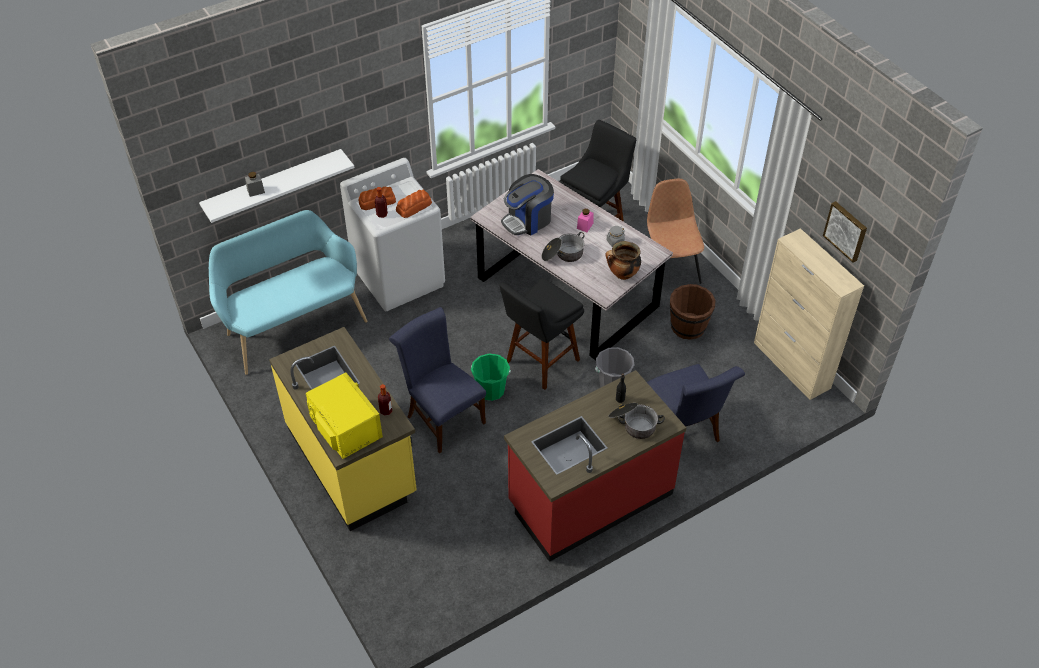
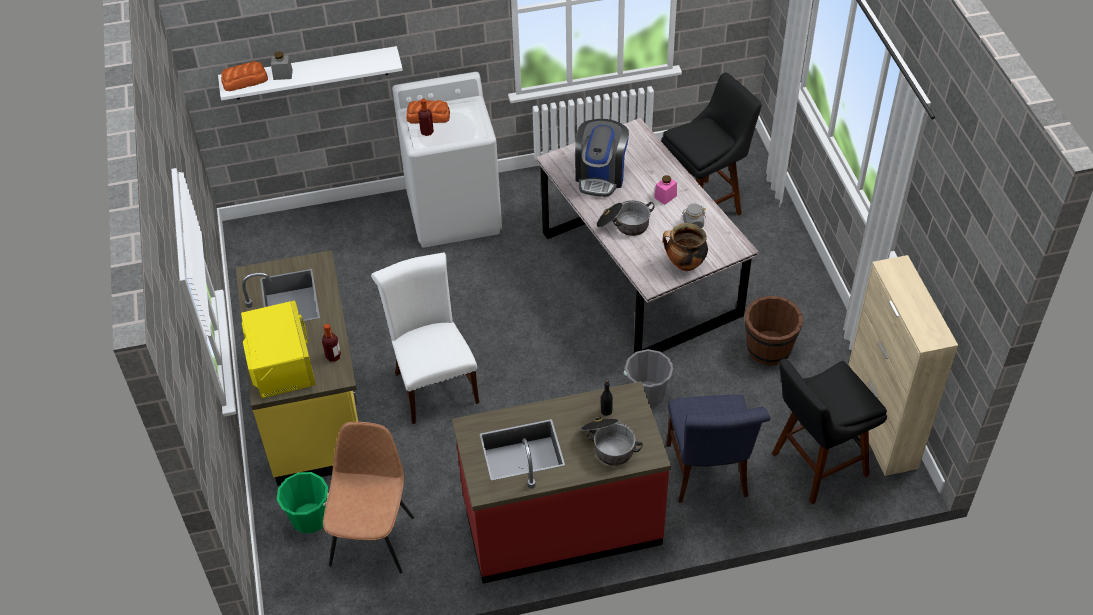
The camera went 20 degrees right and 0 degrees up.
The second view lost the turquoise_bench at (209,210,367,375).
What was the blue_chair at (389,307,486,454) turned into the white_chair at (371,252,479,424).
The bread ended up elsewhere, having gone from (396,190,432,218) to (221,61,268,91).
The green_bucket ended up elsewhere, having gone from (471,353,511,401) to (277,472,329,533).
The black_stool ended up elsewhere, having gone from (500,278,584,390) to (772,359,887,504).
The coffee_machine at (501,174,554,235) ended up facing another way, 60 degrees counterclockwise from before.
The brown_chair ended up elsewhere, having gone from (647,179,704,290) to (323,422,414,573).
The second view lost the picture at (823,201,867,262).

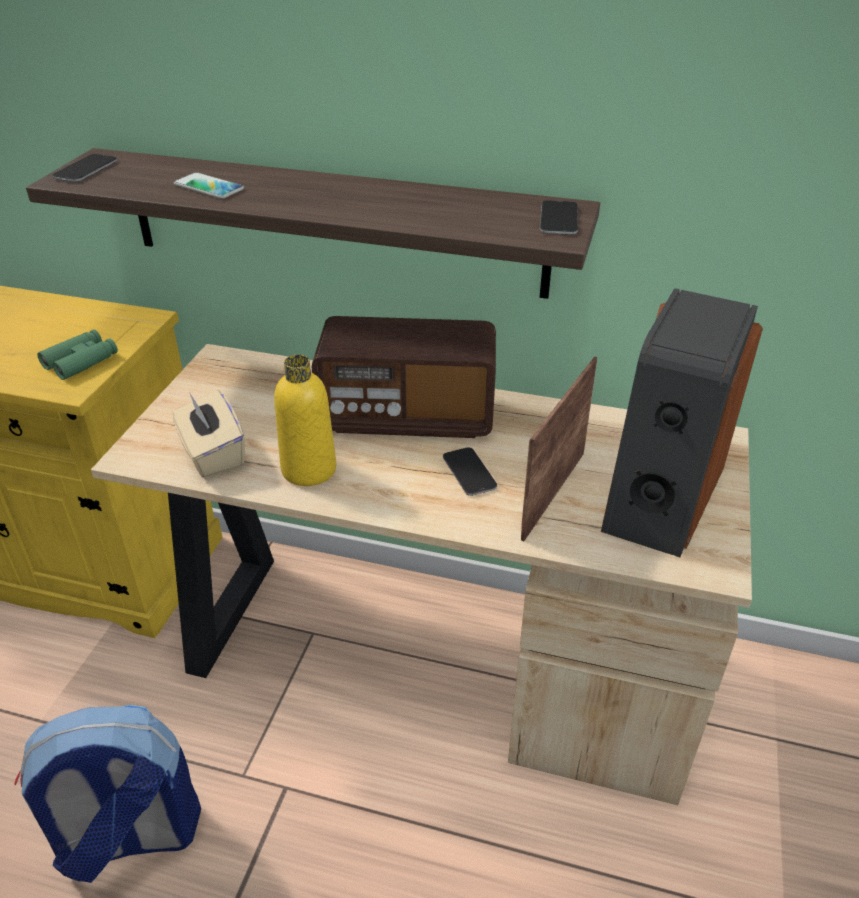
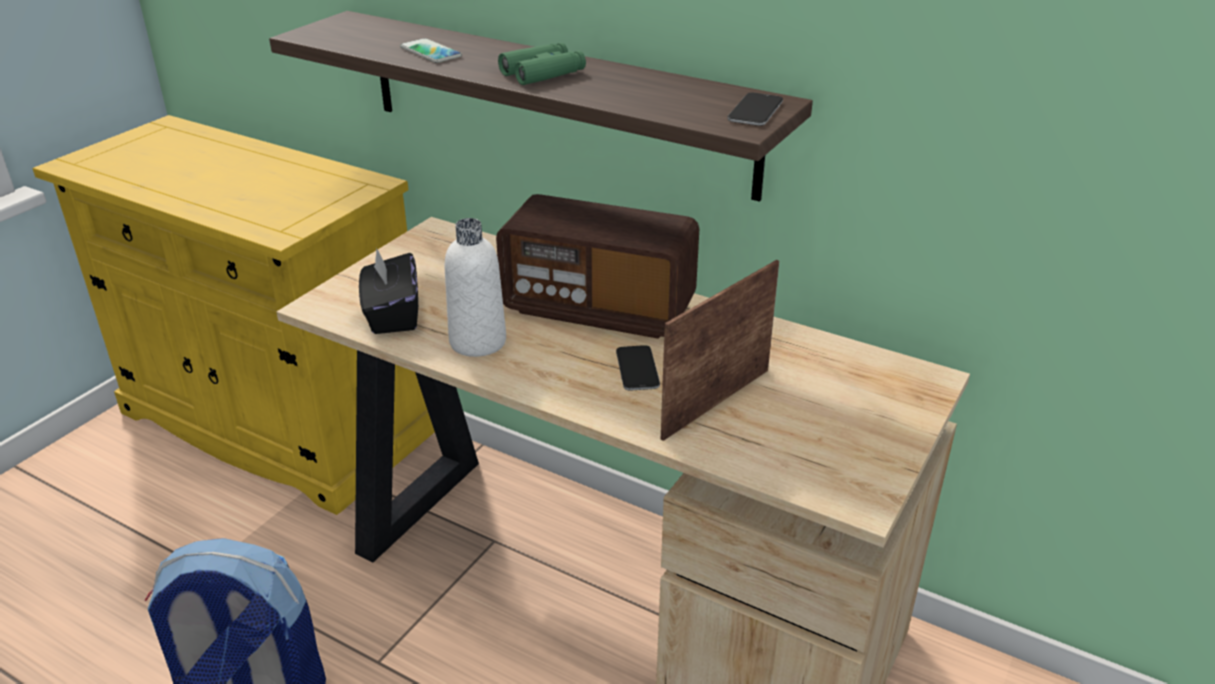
The camera went 15 degrees right and 5 degrees down.
The green_binoculars ended up elsewhere, having gone from (37,330,118,380) to (498,42,586,85).
The second view lost the phone at (52,154,117,182).
What was the beige_tissue_box at (172,390,245,478) turned into the black_tissue_box at (359,248,418,334).
What was the yellow_bottle at (274,355,336,486) turned into the white_bottle at (444,218,506,357).
The second view lost the speaker at (601,288,763,557).

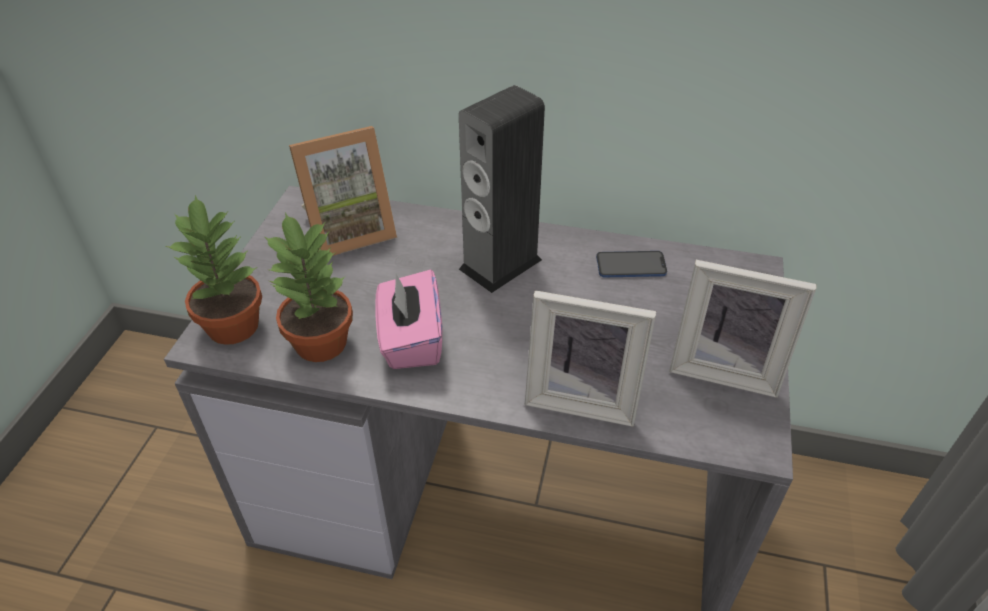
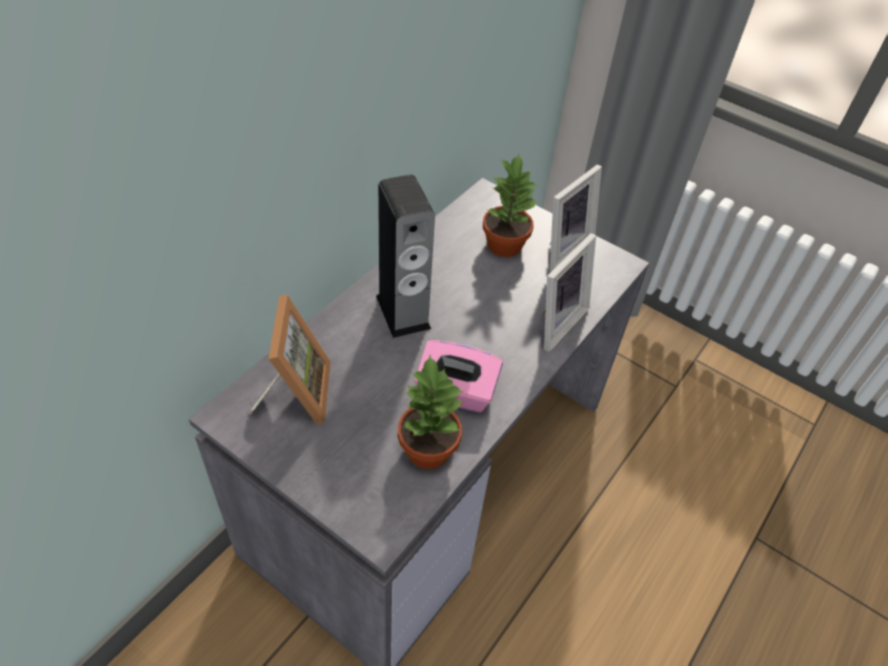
The camera went 70 degrees left and 5 degrees up.
The potted_plant ended up elsewhere, having gone from (166,195,262,345) to (483,155,538,257).
The second view lost the phone at (596,251,667,277).

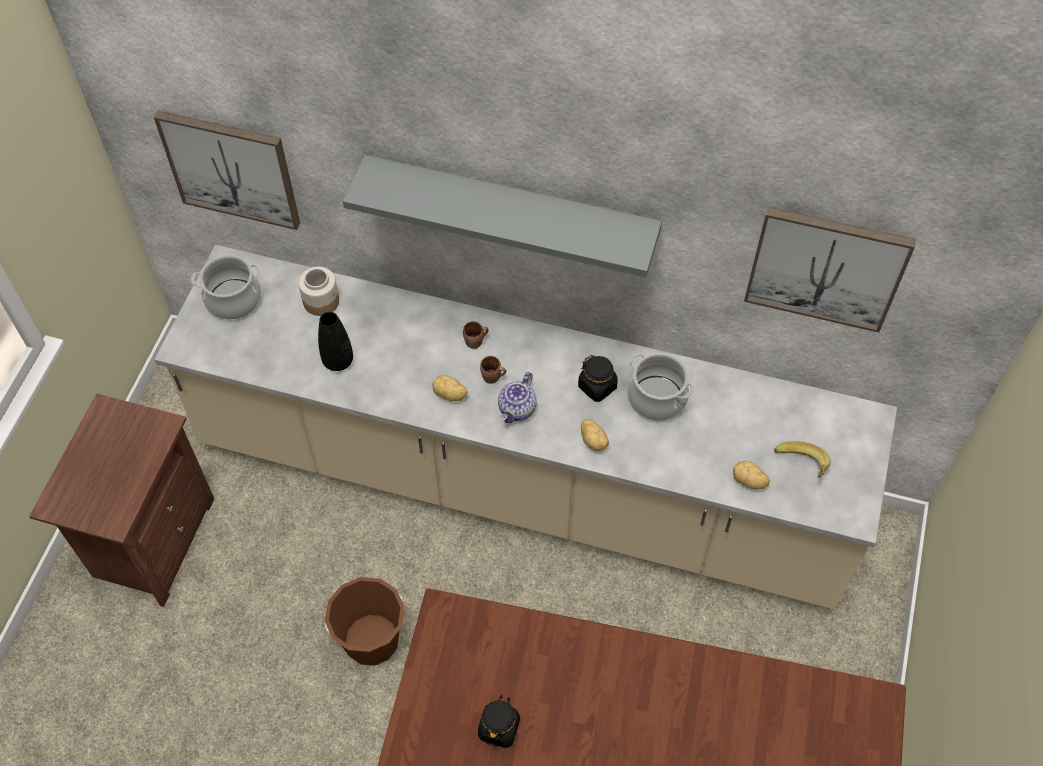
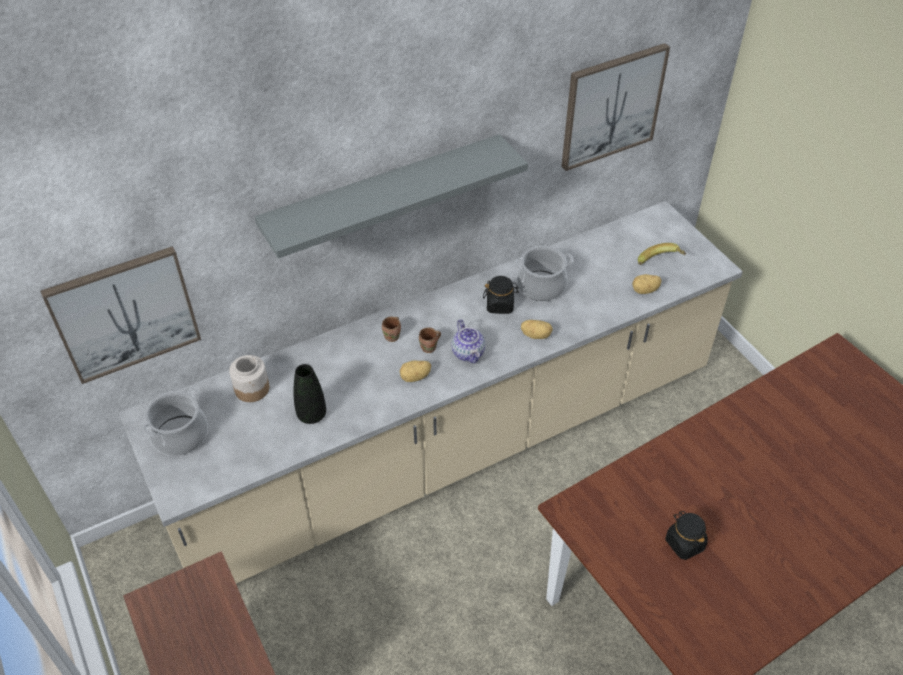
The camera went 45 degrees left and 10 degrees down.
The second view lost the brown_bucket at (324,577,405,666).

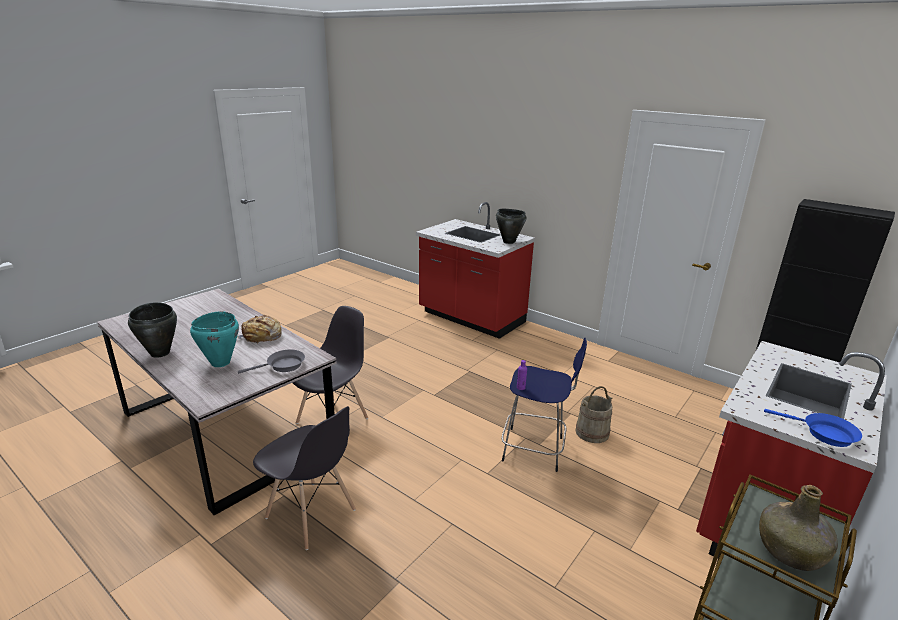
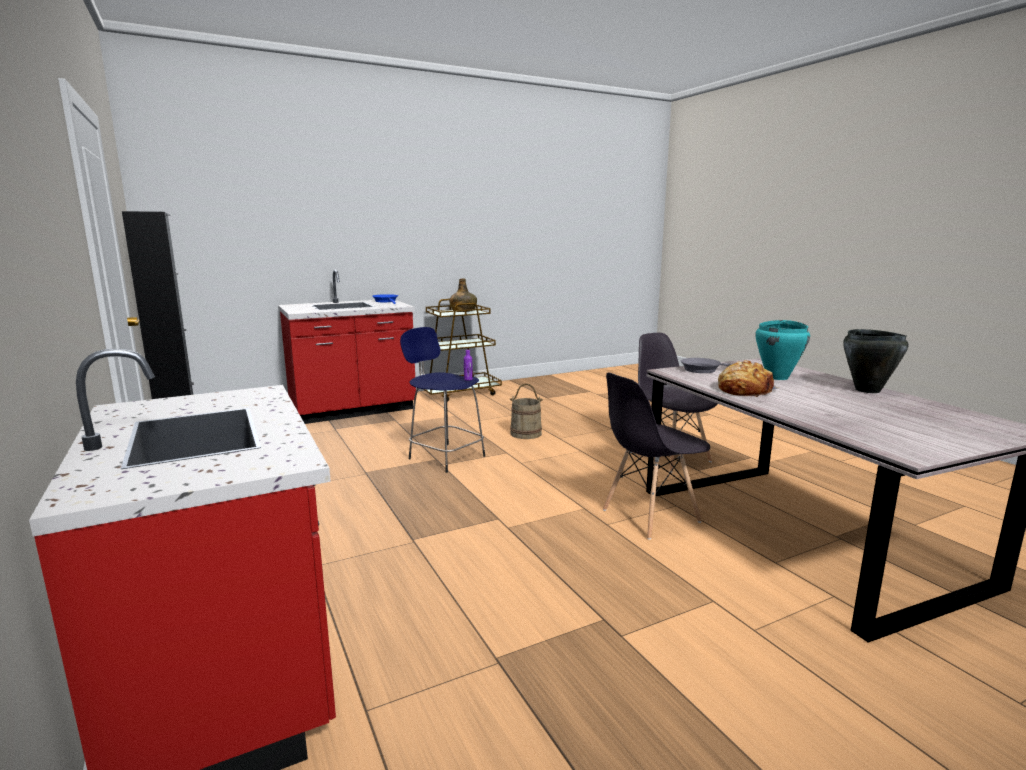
The camera went 155 degrees left and 10 degrees down.
The second view lost the black_cooking_pot at (496,209,526,244).
The beige_bucket ended up elsewhere, having gone from (575,386,613,443) to (510,383,543,439).

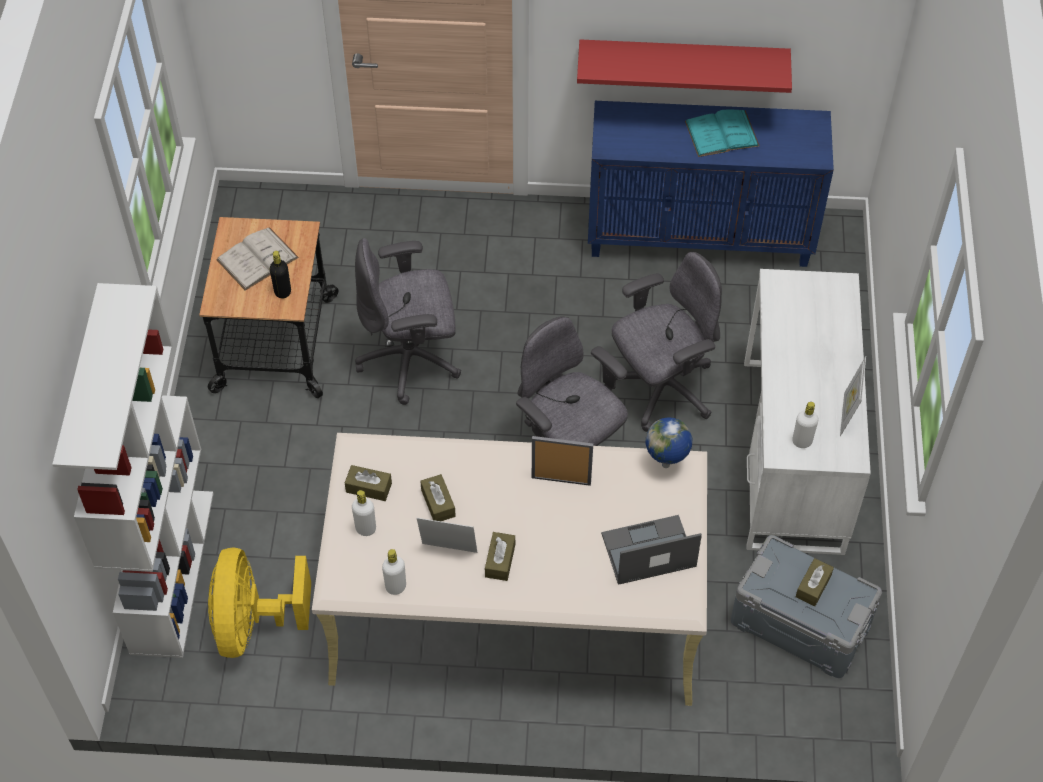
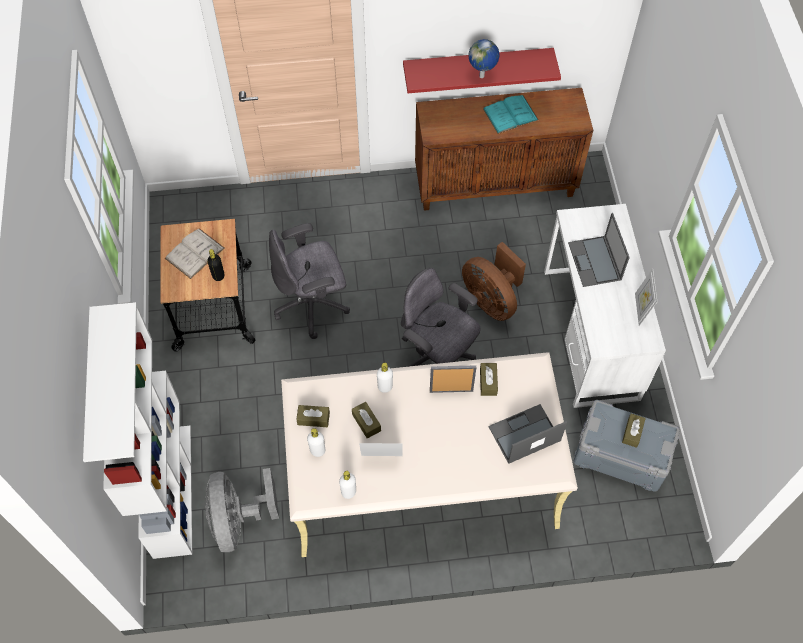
The camera went 10 degrees left and 5 degrees up.
What was the yellow_fan at (208,548,311,658) turned into the grey_fan at (205,468,279,552).
The brown_tissue_box ended up elsewhere, having gone from (485,532,515,581) to (480,363,498,396).
What was the blue_cabinet at (588,101,834,267) turned into the brown_cabinet at (415,88,593,211).
Where the grey_office_chair stood at (612,252,722,432), the brown_fan came to stand at (462,242,526,321).
The globe ended up elsewhere, having gone from (646,417,692,468) to (468,39,500,78).
The white_bottle ended up elsewhere, having gone from (792,402,819,448) to (377,363,393,393).
The second view gained the laptop at (568,213,630,287).

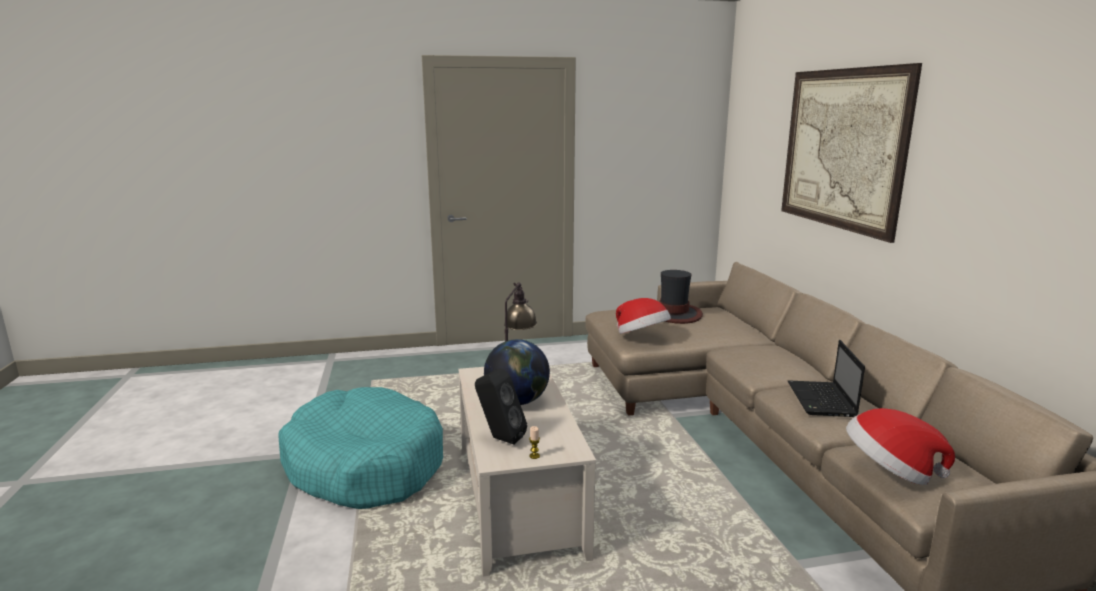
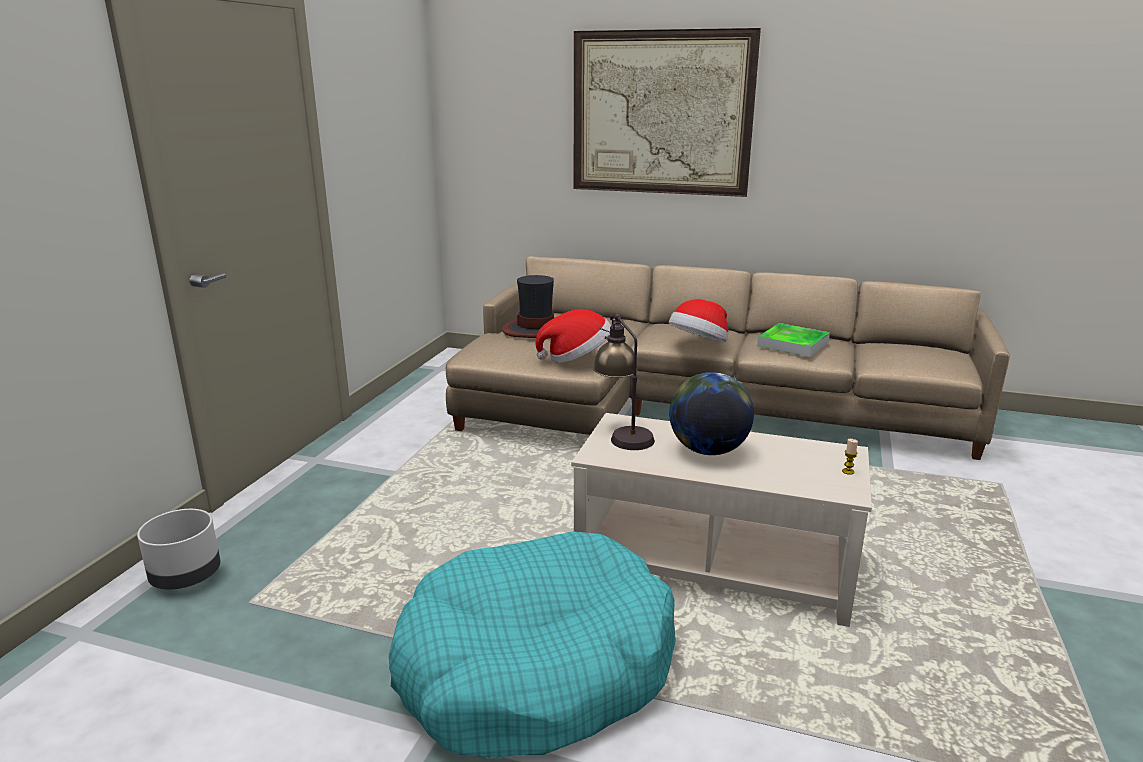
The camera went 60 degrees left and 5 degrees up.
The second view lost the black_speaker at (475,368,527,444).
Where the laptop stood at (788,340,865,417), the tray came to stand at (757,323,830,357).
The hat ended up elsewhere, having gone from (846,408,955,485) to (669,299,728,342).
The second view gained the grey_planter at (137,509,221,590).

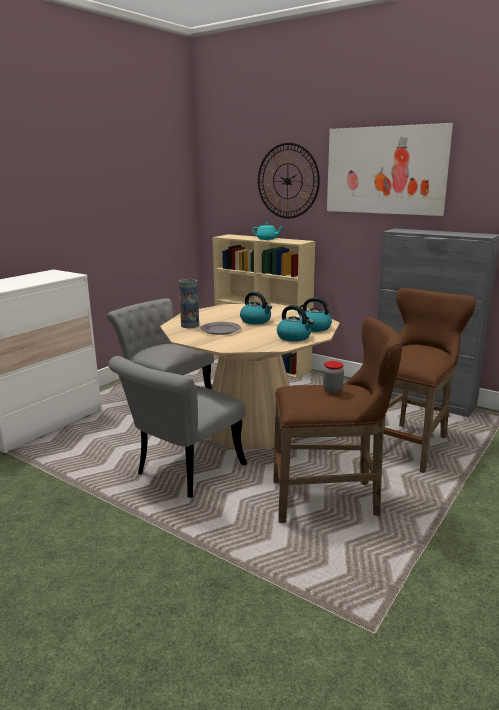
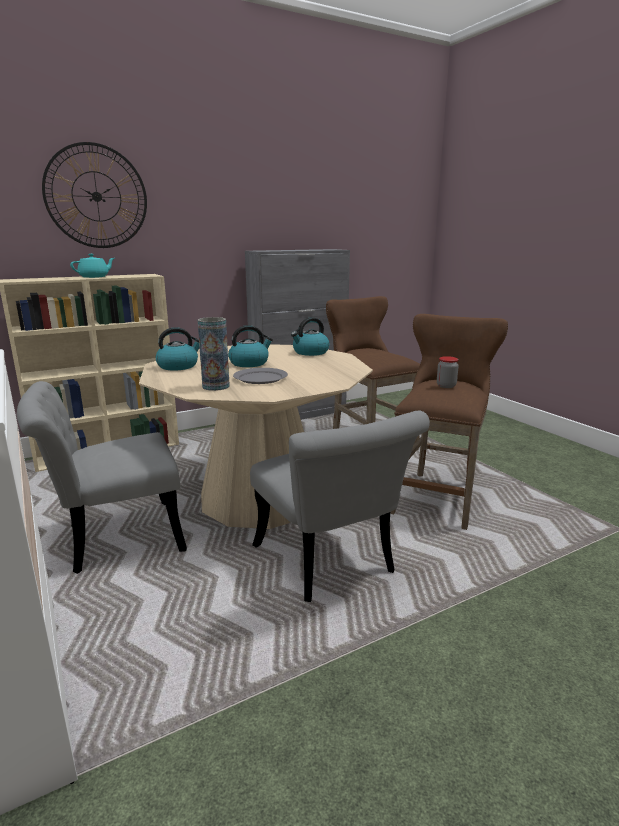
The camera went 65 degrees left and 0 degrees up.
The kettle ended up elsewhere, having gone from (277,305,314,342) to (156,327,199,371).
The second view lost the picture at (327,123,453,216).

